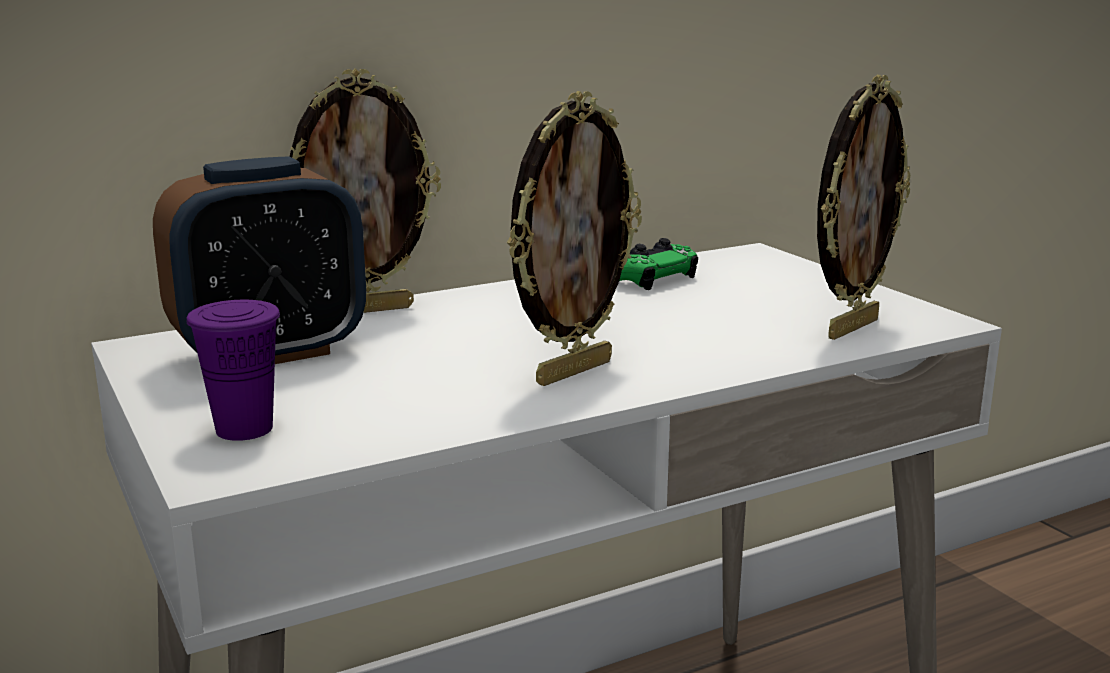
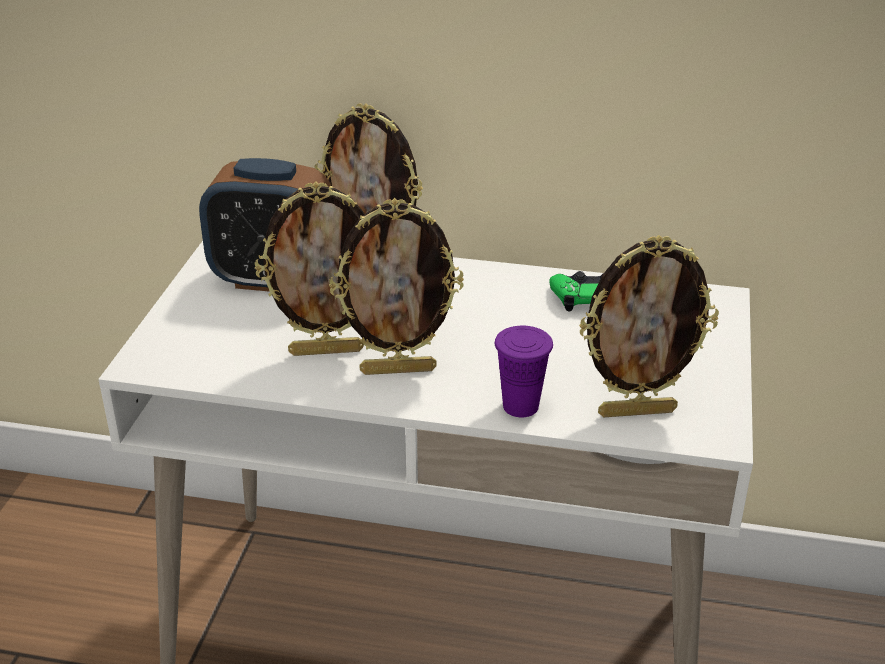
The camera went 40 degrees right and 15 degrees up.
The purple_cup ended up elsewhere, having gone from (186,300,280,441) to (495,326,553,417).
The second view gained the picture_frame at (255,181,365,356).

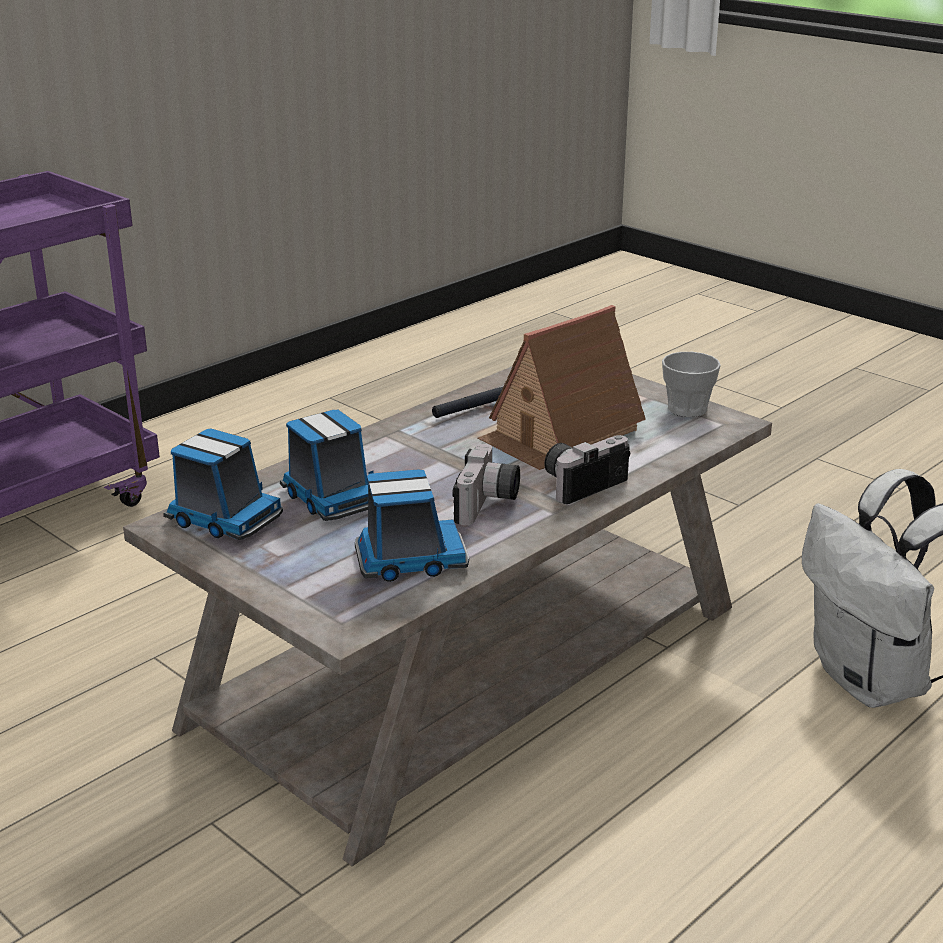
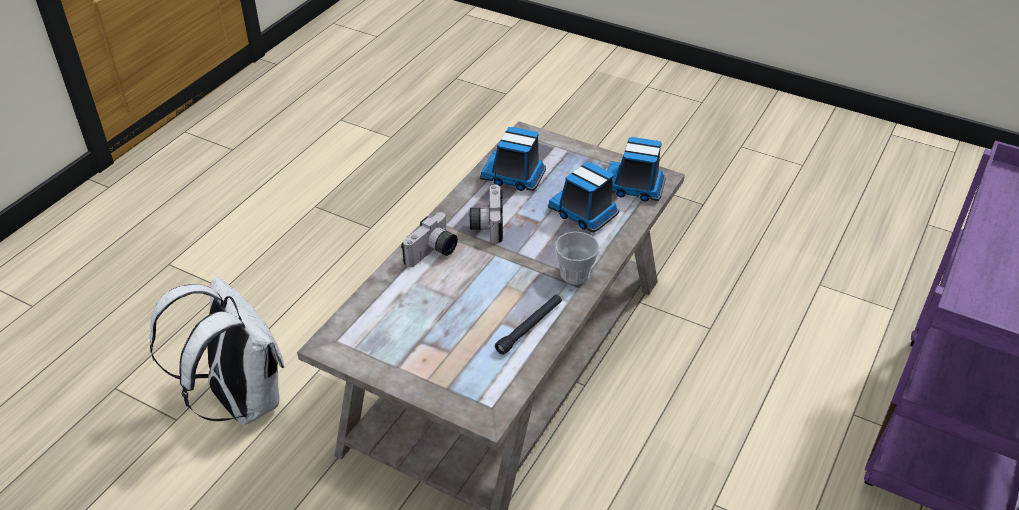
The camera went 165 degrees right and 15 degrees up.
The toy_truck at (355,470,469,582) ended up facing another way, 45 degrees clockwise from before.
The second view lost the toy_house at (477,305,646,470).
The cup ended up elsewhere, having gone from (662,352,721,417) to (555,231,599,285).

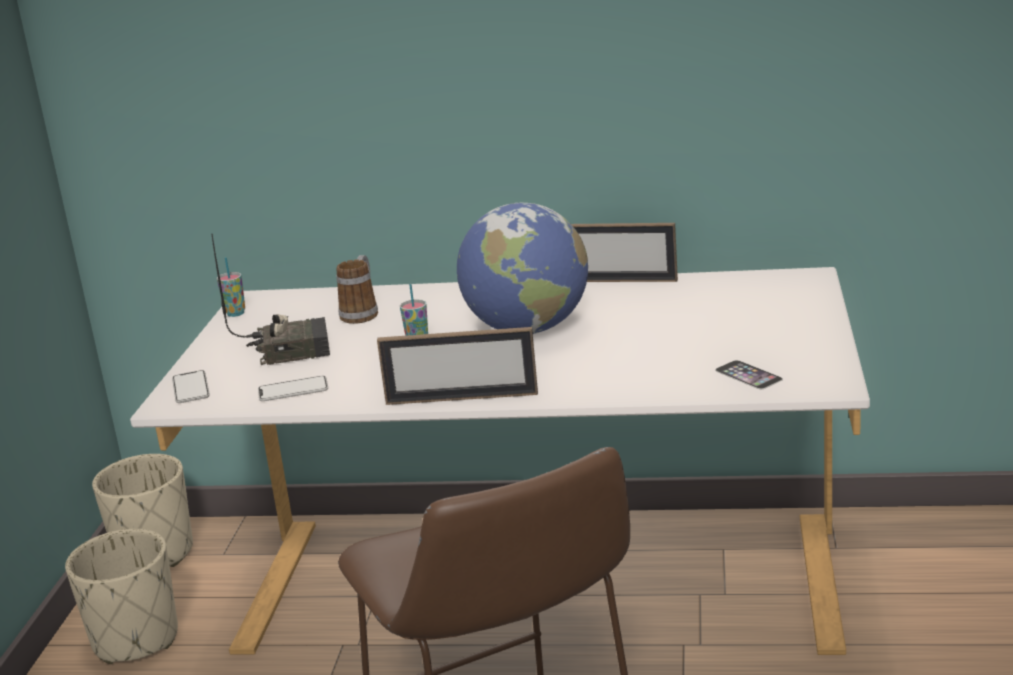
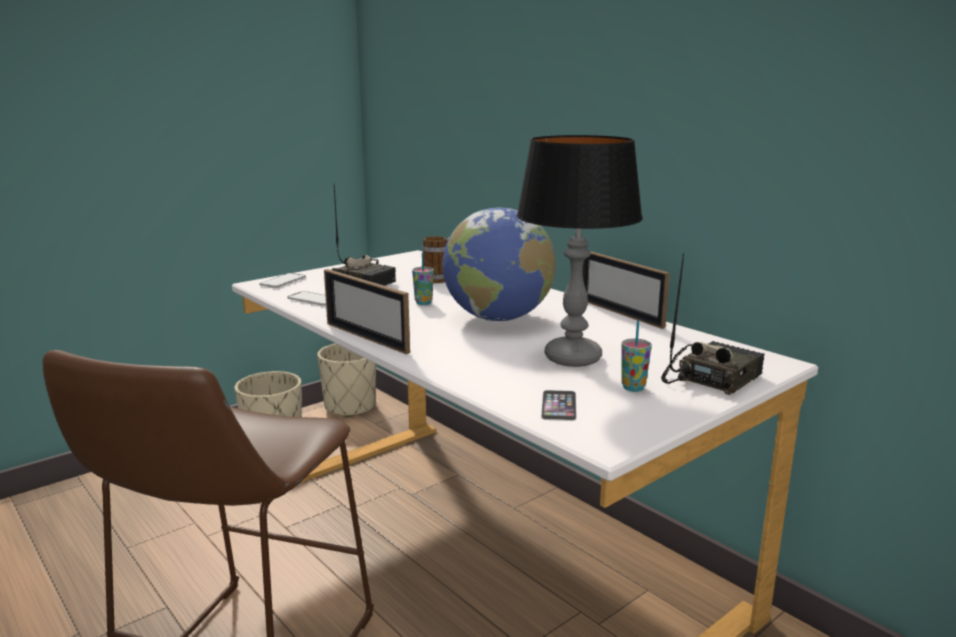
The camera went 40 degrees right and 5 degrees down.
The cup ended up elsewhere, having gone from (217,257,245,317) to (621,320,652,392).
The second view gained the table_lamp at (517,135,643,367).
The second view gained the radio at (661,253,765,395).

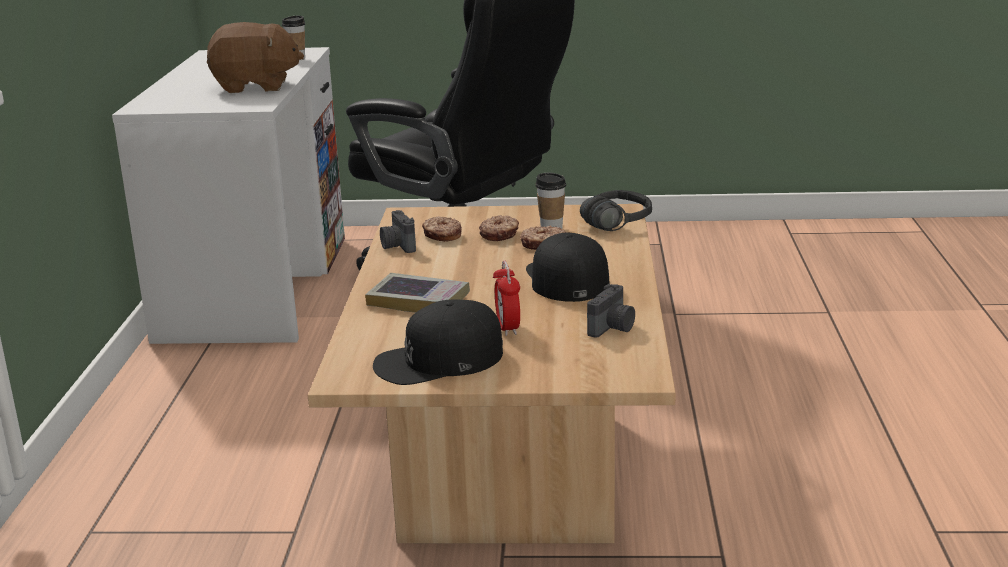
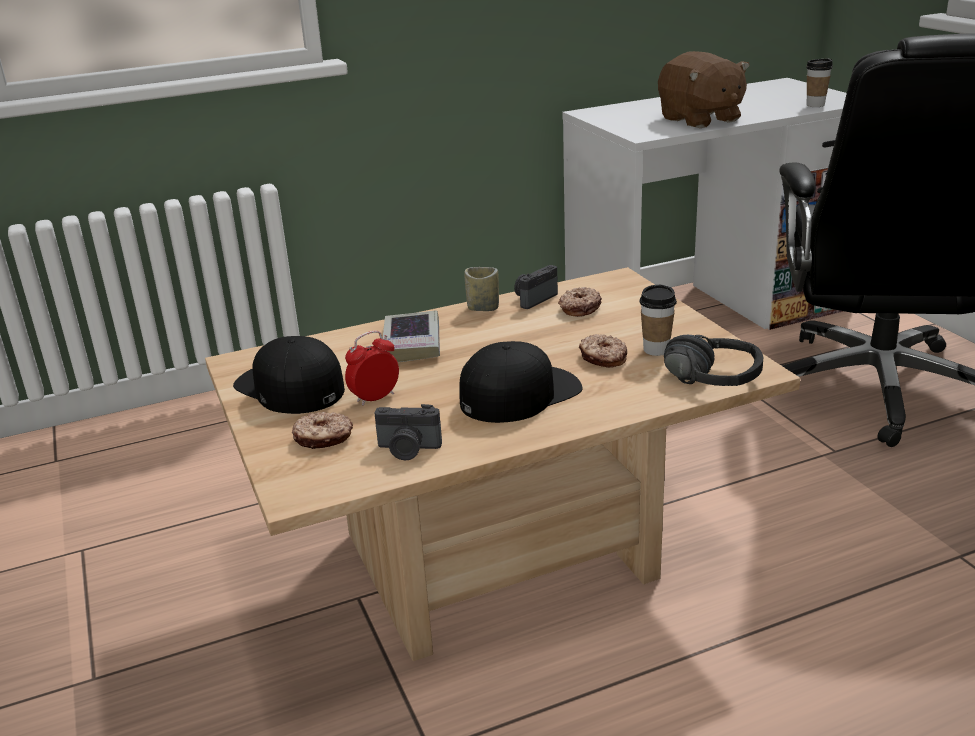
The camera went 65 degrees right and 5 degrees up.
The donut ended up elsewhere, having gone from (479,215,519,241) to (292,412,353,449).
The second view gained the cup at (464,267,499,311).

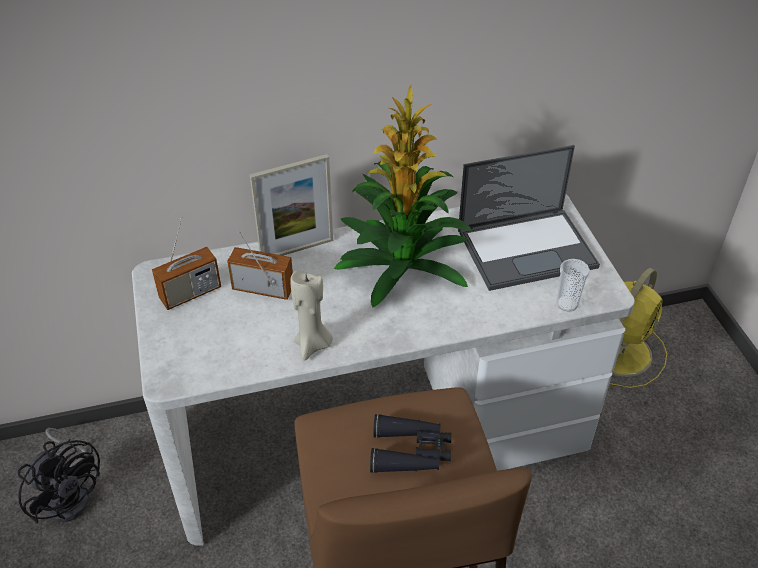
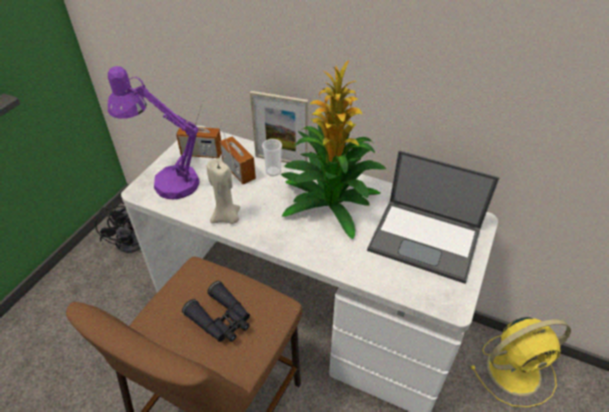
The camera went 40 degrees right and 0 degrees up.
The cup ended up elsewhere, having gone from (556,259,590,312) to (262,139,282,176).
The second view gained the purple_table_lamp at (108,66,200,200).

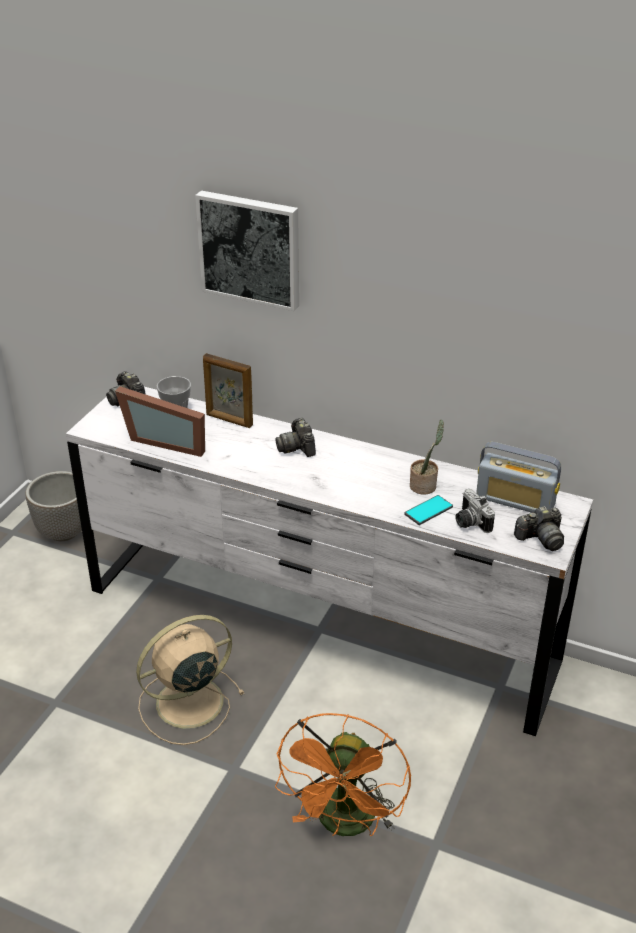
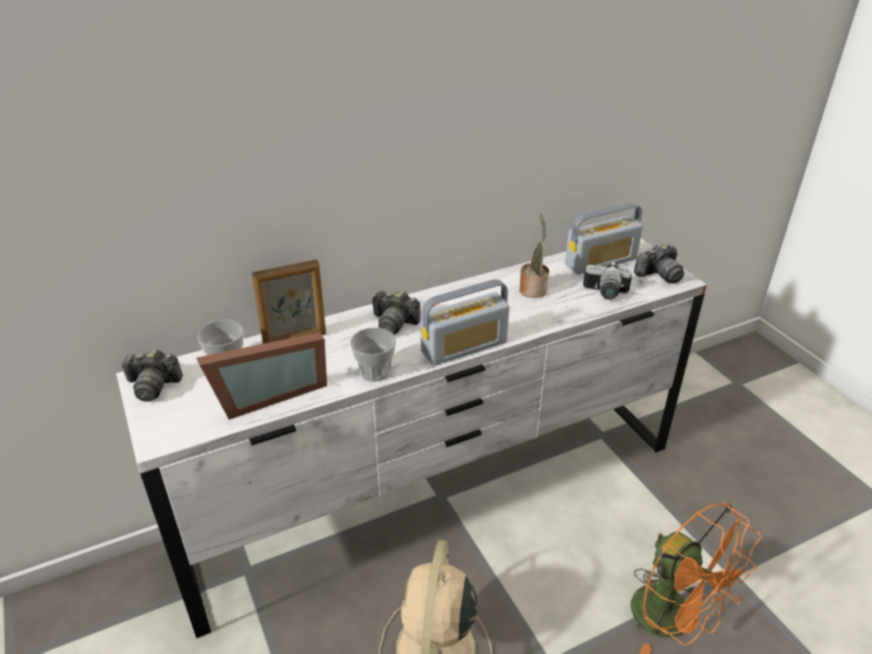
The camera went 50 degrees left and 0 degrees up.
The second view lost the planter at (25,471,82,541).
The second view lost the picture at (195,191,299,311).
The second view lost the phone at (404,495,453,525).
The photo_camera at (514,506,564,551) ended up facing another way, 45 degrees clockwise from before.
The second view gained the cup at (350,327,396,382).
The second view gained the radio at (420,279,509,366).

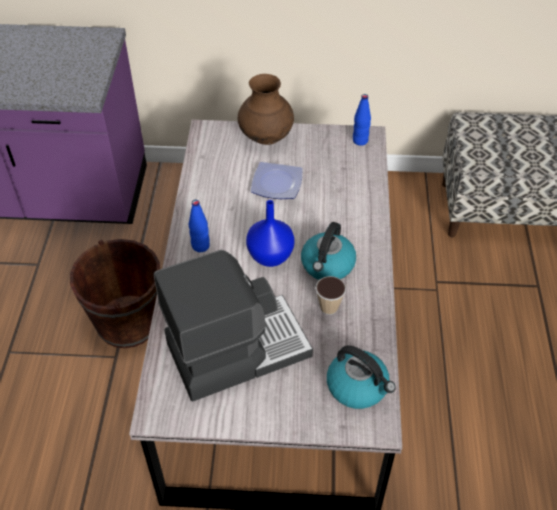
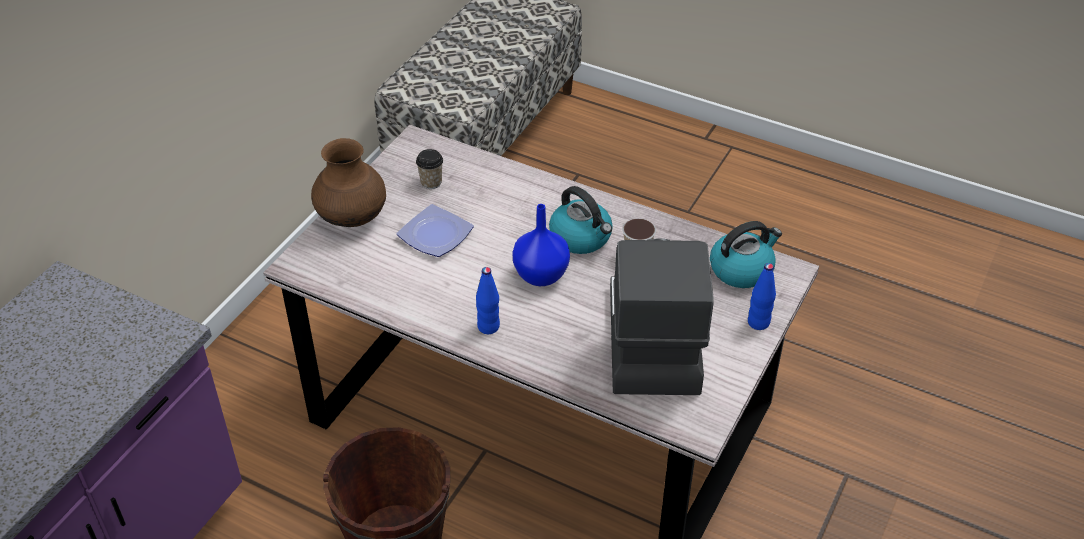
The camera went 65 degrees left and 5 degrees down.
The blue_bottle ended up elsewhere, having gone from (353,94,371,146) to (748,263,776,330).
The second view gained the cup at (416,149,443,189).

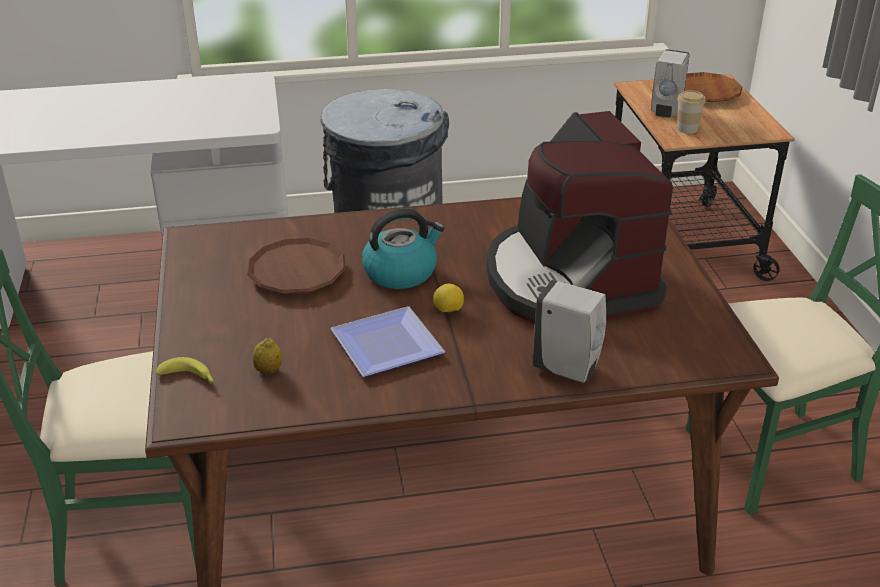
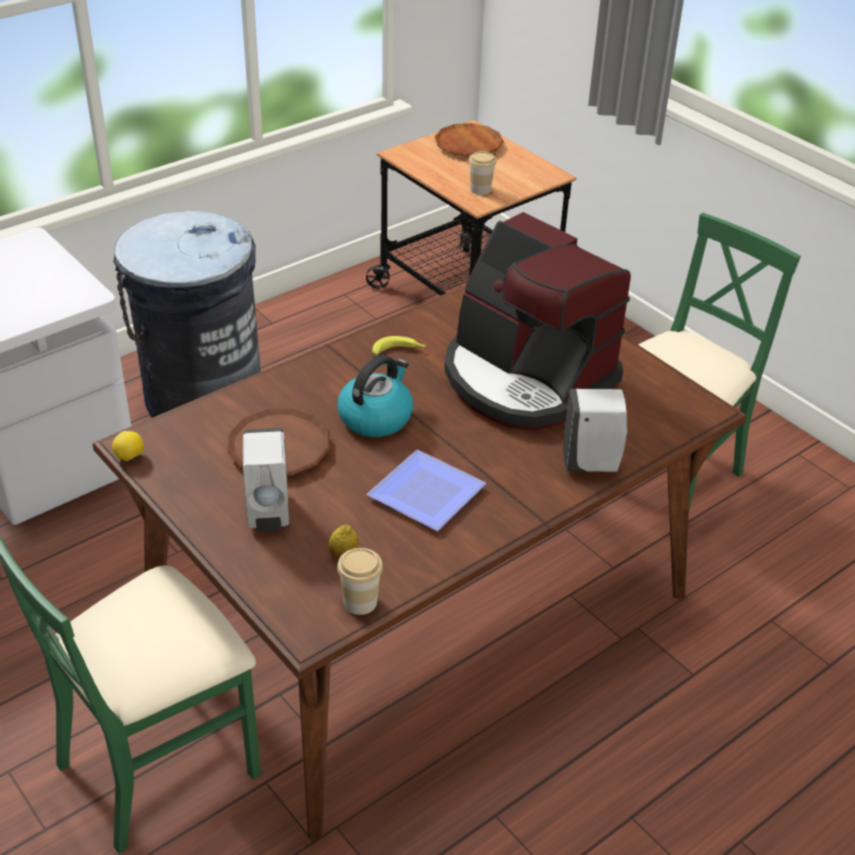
The camera went 30 degrees left and 5 degrees up.
The banana ended up elsewhere, having gone from (156,357,215,383) to (372,336,426,355).
The lemon ended up elsewhere, having gone from (433,284,464,312) to (112,431,144,461).
The white_soap_dispenser ended up elsewhere, having gone from (651,49,690,118) to (243,428,289,531).
The second view gained the cup at (337,548,383,615).

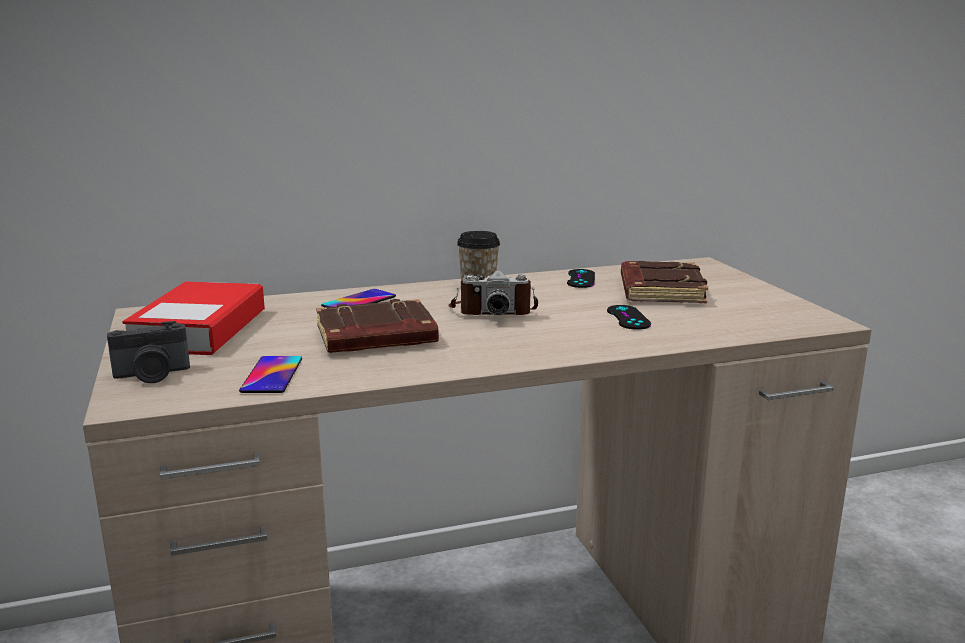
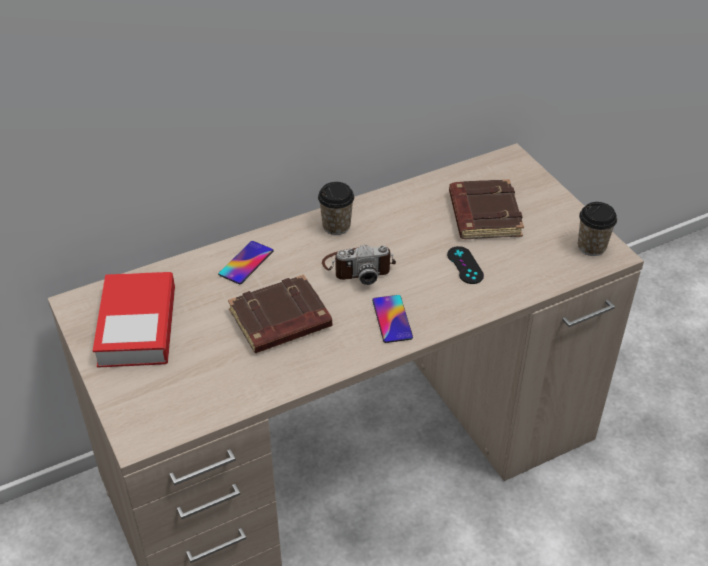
The camera went 10 degrees left and 25 degrees up.
The second view lost the photo_camera at (107,321,190,383).
The phone ended up elsewhere, having gone from (239,356,302,393) to (372,295,413,343).
The second view lost the black_game_controller at (567,269,595,288).
The second view gained the cup at (578,202,617,256).

